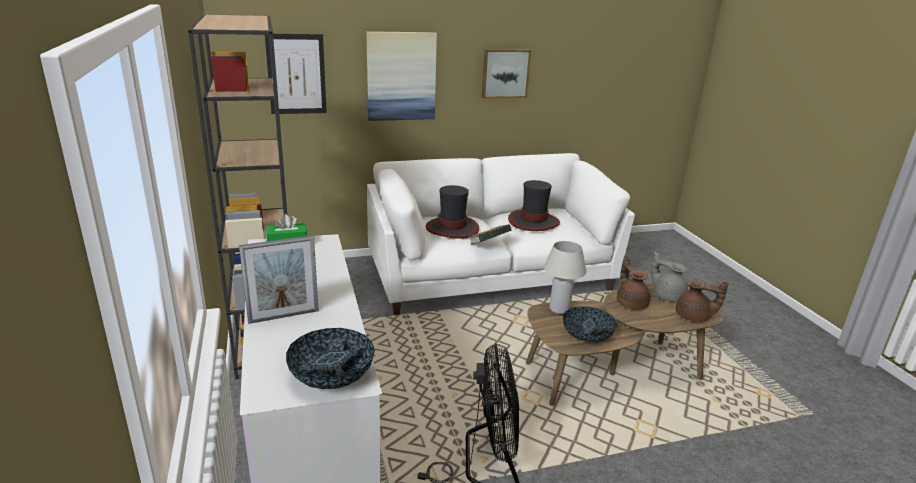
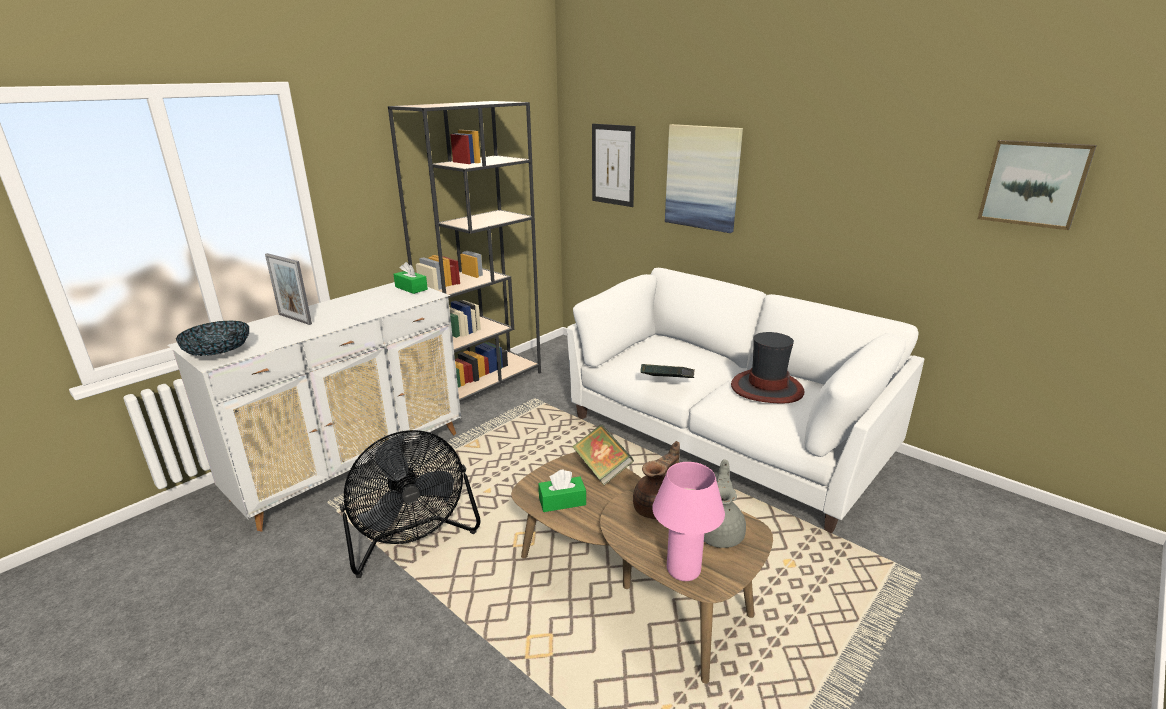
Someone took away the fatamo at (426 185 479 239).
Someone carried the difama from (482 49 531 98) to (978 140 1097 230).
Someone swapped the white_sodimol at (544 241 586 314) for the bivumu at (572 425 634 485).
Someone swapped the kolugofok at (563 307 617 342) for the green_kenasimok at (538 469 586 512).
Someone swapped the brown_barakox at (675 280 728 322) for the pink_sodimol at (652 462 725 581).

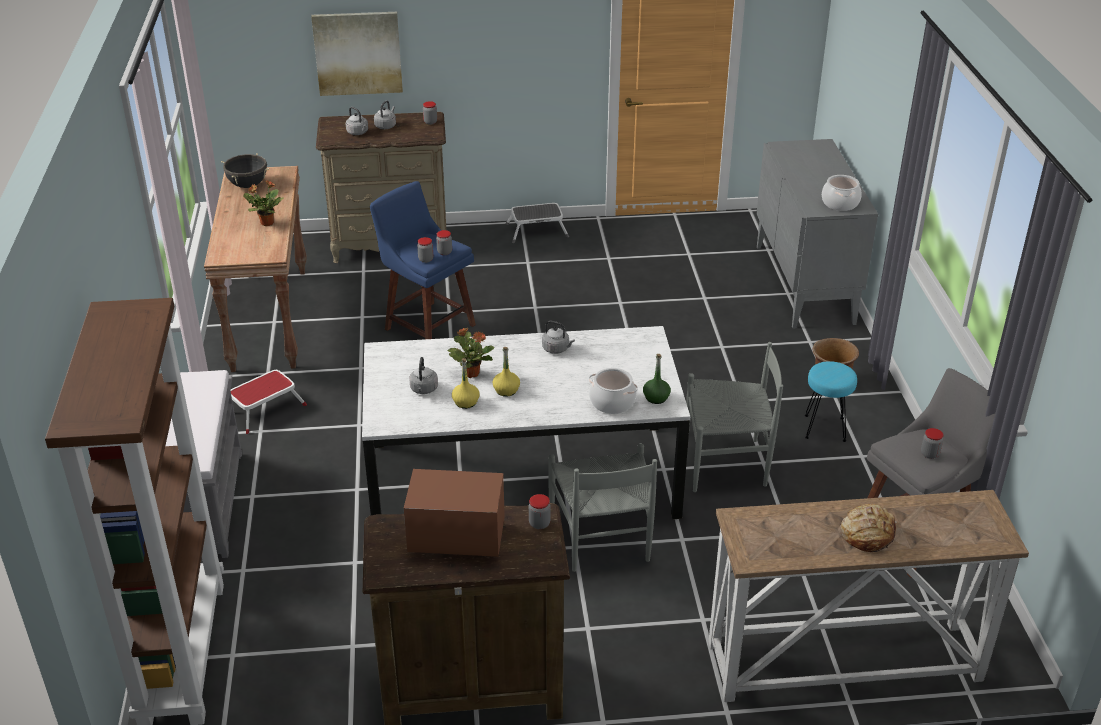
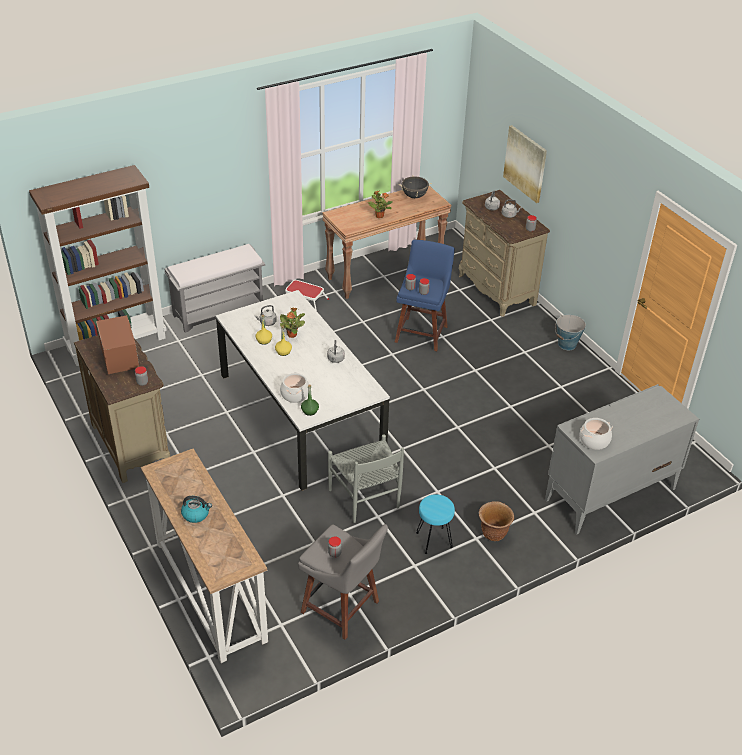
Someone swapped the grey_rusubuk at (505 203 569 243) for the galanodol at (555 314 586 350).
Someone took away the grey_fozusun at (548 444 657 572).
Someone swapped the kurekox at (840 504 897 552) for the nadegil at (181 496 212 523).

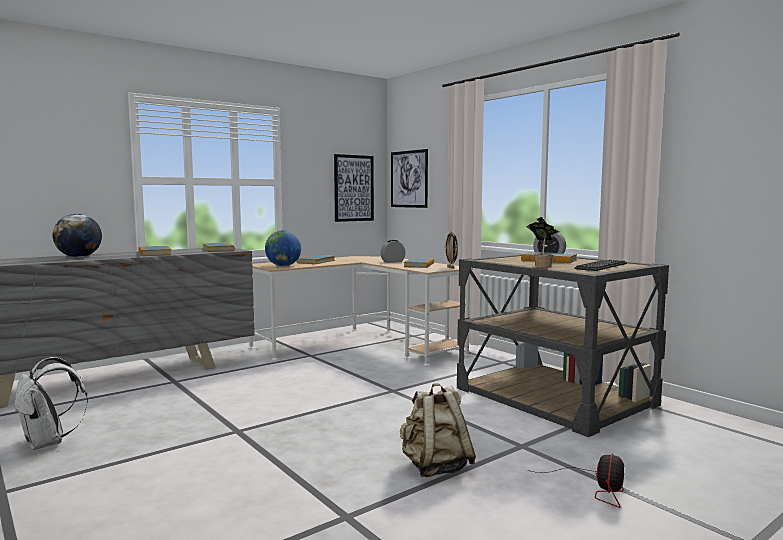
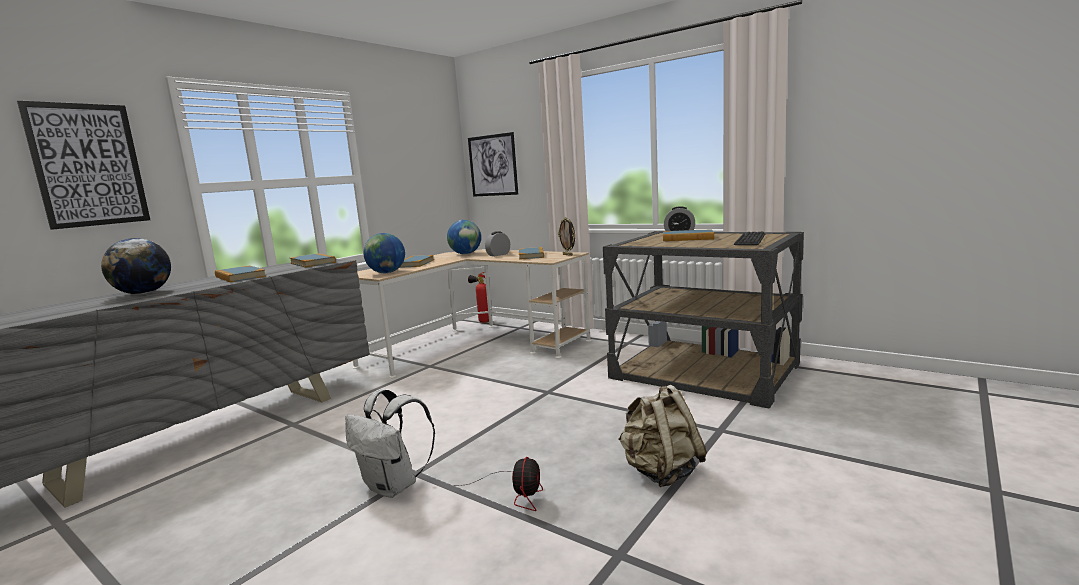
Someone carried the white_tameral from (15 357 88 450) to (345 389 435 498).
Someone carried the difama from (334 154 374 222) to (17 101 150 230).
Someone took away the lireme at (526 217 559 267).
Someone carried the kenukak from (528 454 624 508) to (457 457 543 511).
Someone put down the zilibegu at (447 220 481 254).
Someone put down the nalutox at (468 272 489 323).

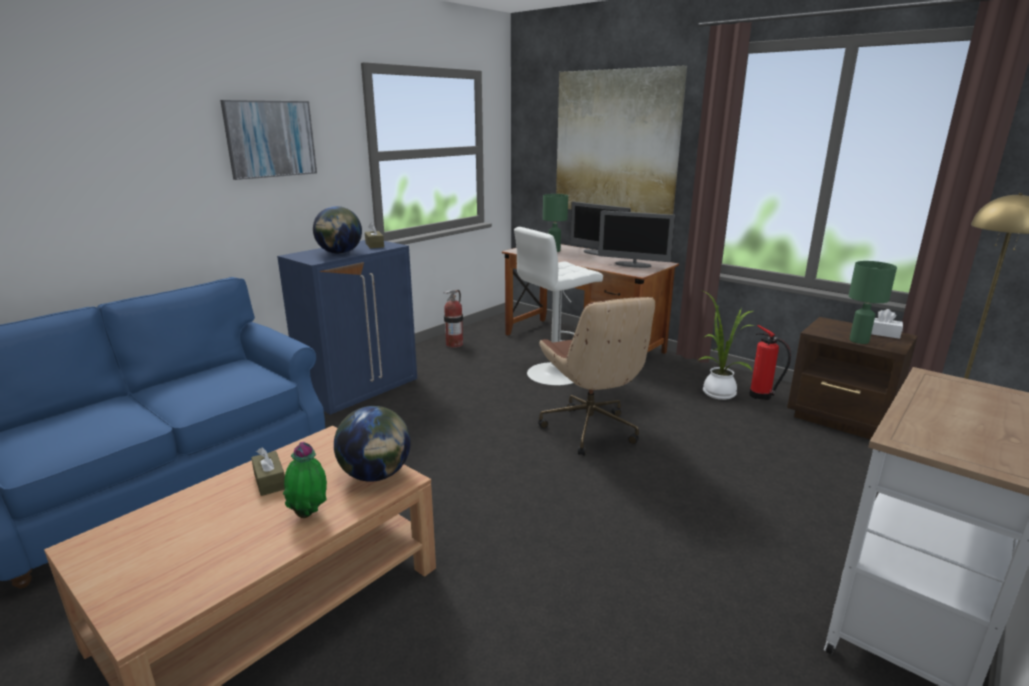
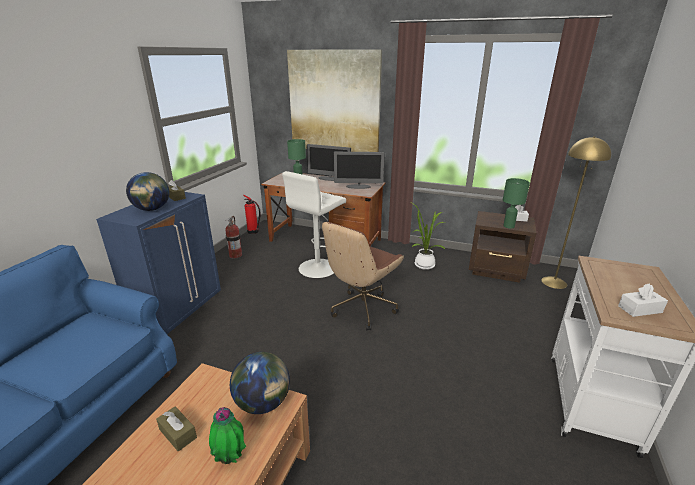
Someone took away the difama at (220 100 317 180).
Someone rotated the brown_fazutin at (538 297 655 456) by 75 degrees clockwise.
Someone carried the nalutox from (749 325 791 400) to (243 195 261 234).
Someone put down the white_kenasimok at (618 283 668 317).

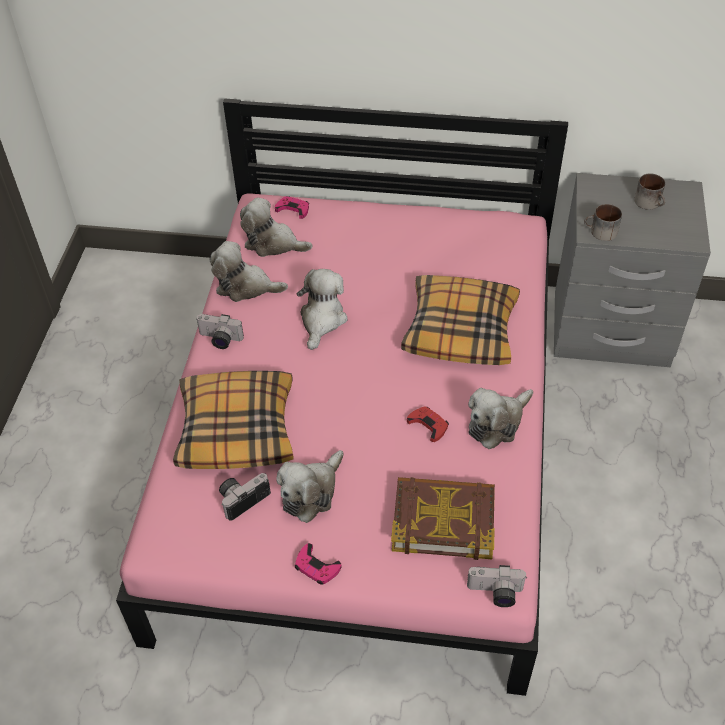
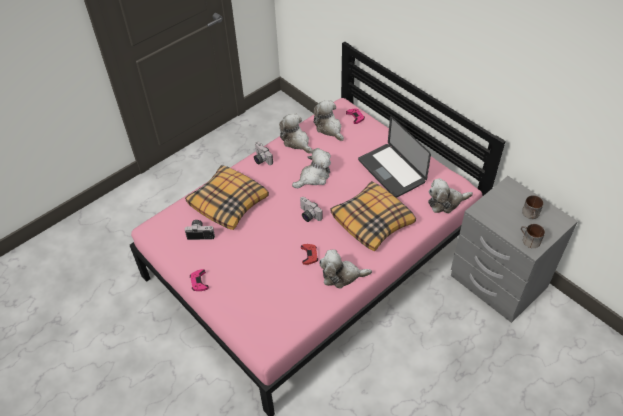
Someone carried the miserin from (276 450 344 523) to (428 178 473 213).
Someone took away the bivumu at (391 477 495 560).
Someone carried the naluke from (467 565 526 607) to (300 197 323 222).
Someone carried the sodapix from (584 204 622 241) to (521 224 545 248).
Someone put down the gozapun at (358 116 431 198).

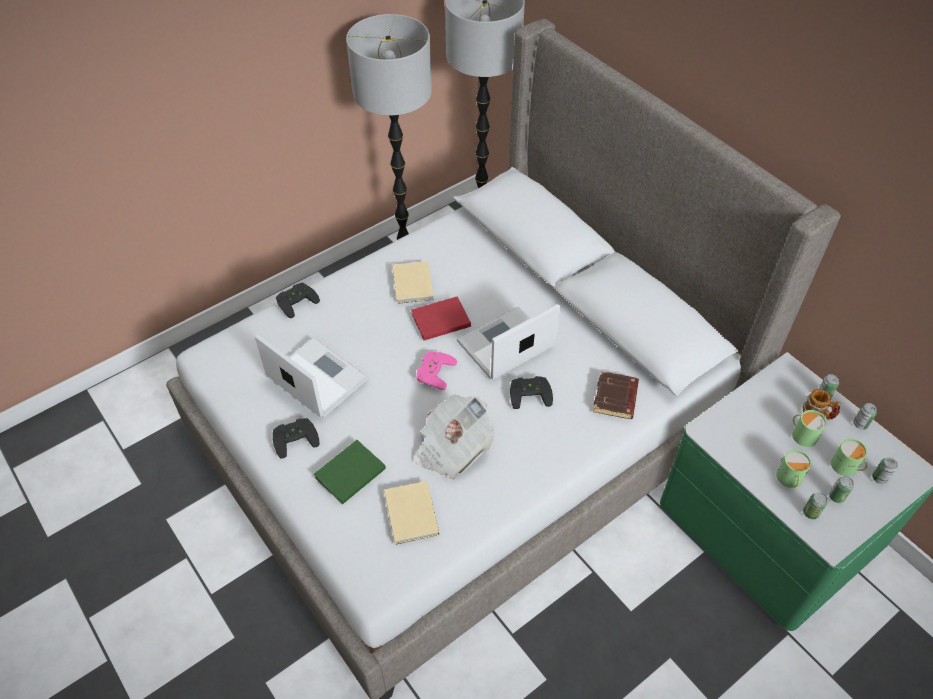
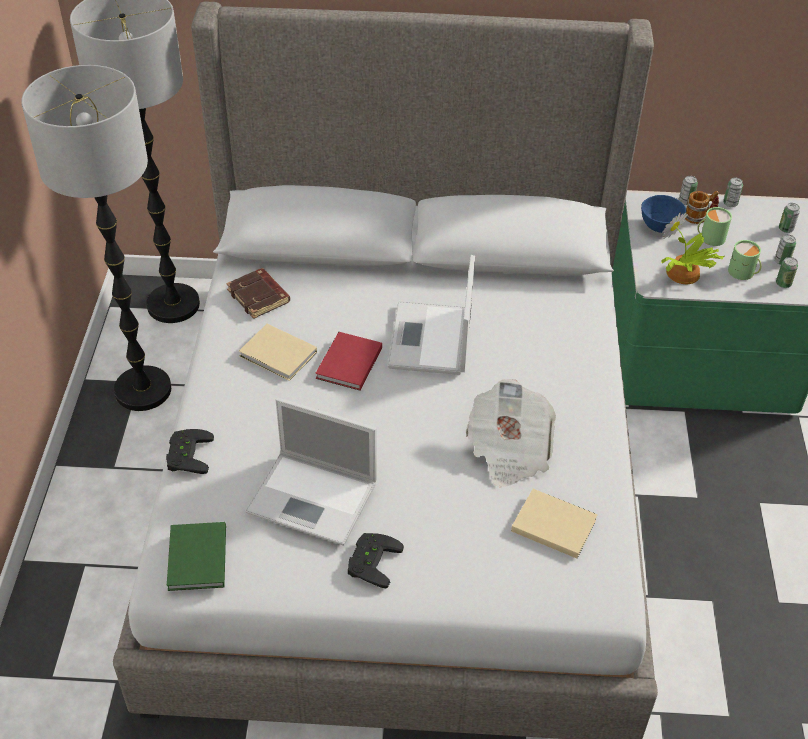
Someone rotated the gozapun at (255 334 368 418) by 150 degrees counterclockwise.
Someone carried the green_bivumu from (314 440 386 504) to (167 522 226 591).
Someone took away the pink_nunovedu at (416 352 457 390).
Someone took away the black_nunovedu at (510 376 553 409).
Someone carried the brown_bivumu from (593 371 639 419) to (226 268 290 319).
Someone took away the green_sodapix at (831 438 867 476).
Someone put down the blue_kolugofok at (641 195 686 233).
Someone put down the lireme at (661 212 724 284).

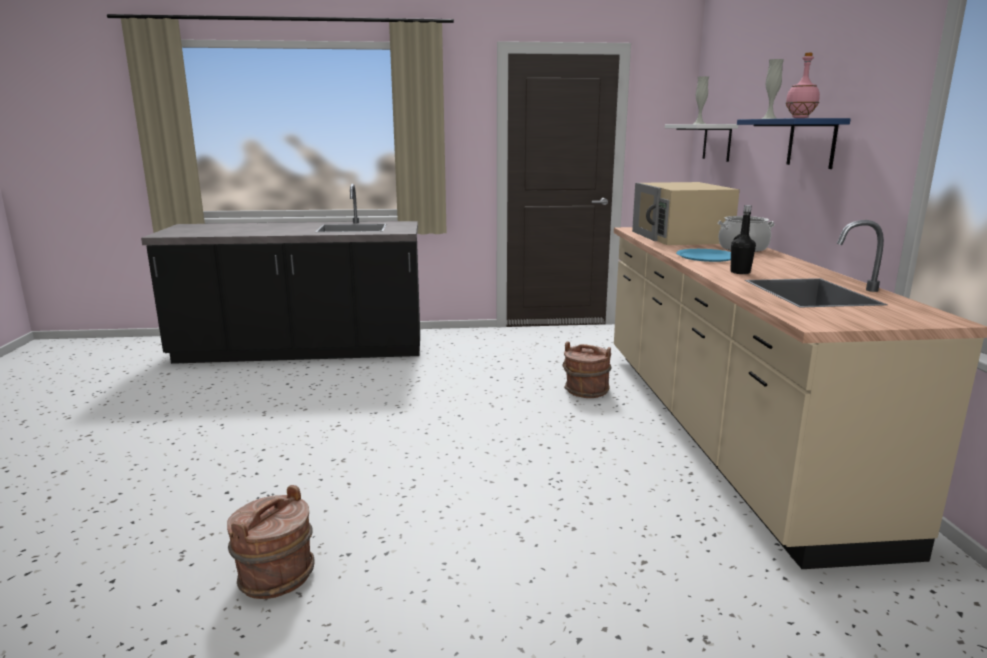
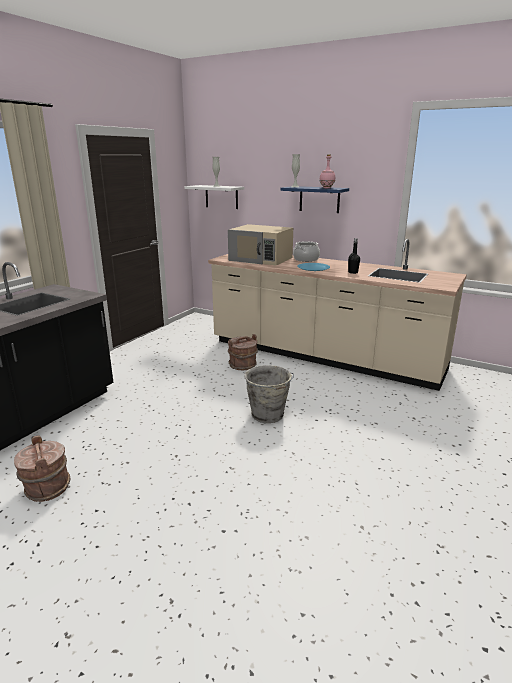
Someone carried the brown_galanodol from (227 485 315 599) to (14 435 70 502).
Someone put down the grey_galanodol at (245 365 294 423).

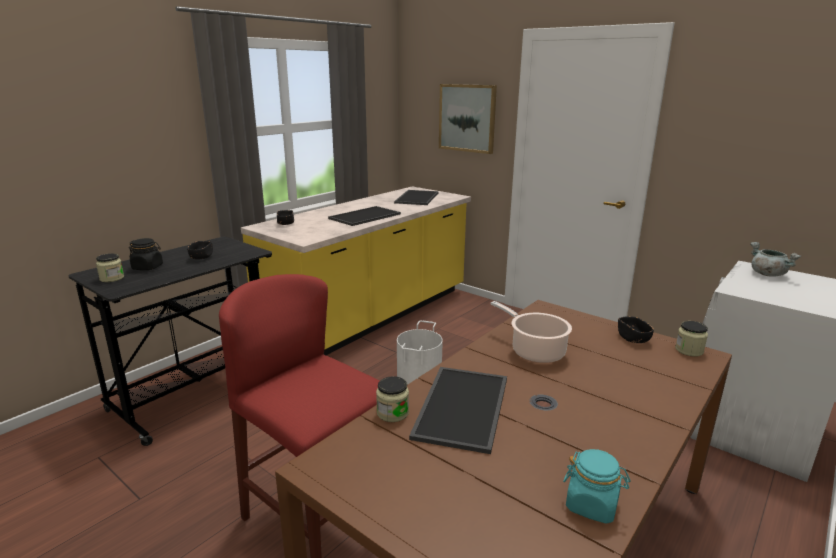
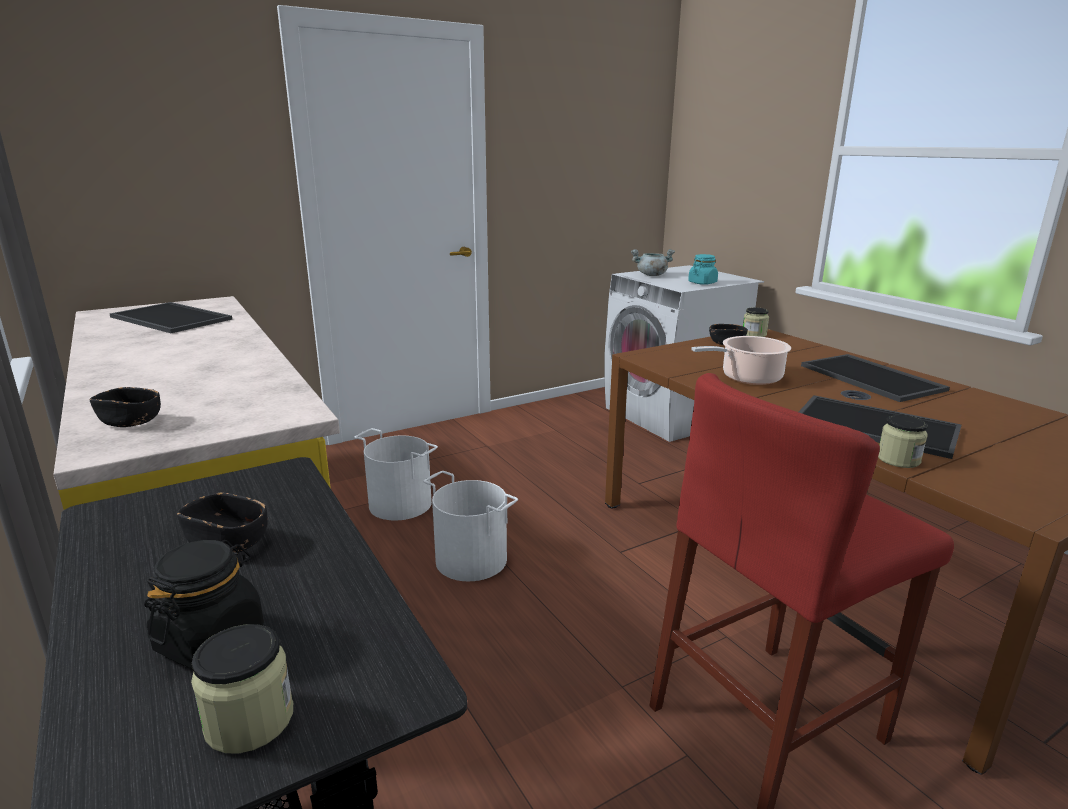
Someone carried the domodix from (328 206 401 226) to (801 354 950 402).
Someone took away the difama at (439 84 497 154).
Someone carried the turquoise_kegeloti from (563 449 631 524) to (688 254 718 285).
Someone put down the white_galanodol at (355 428 438 520).

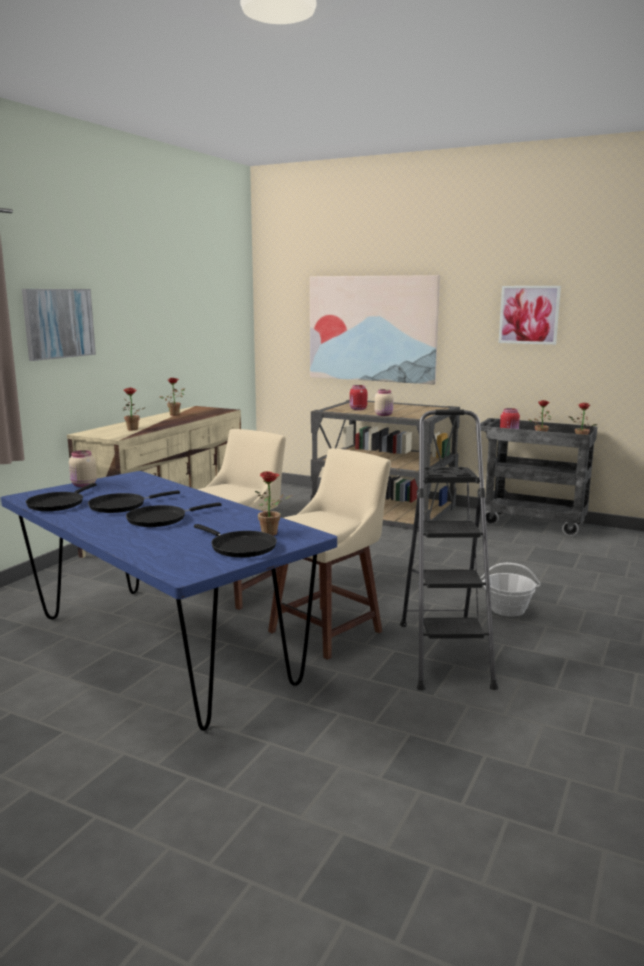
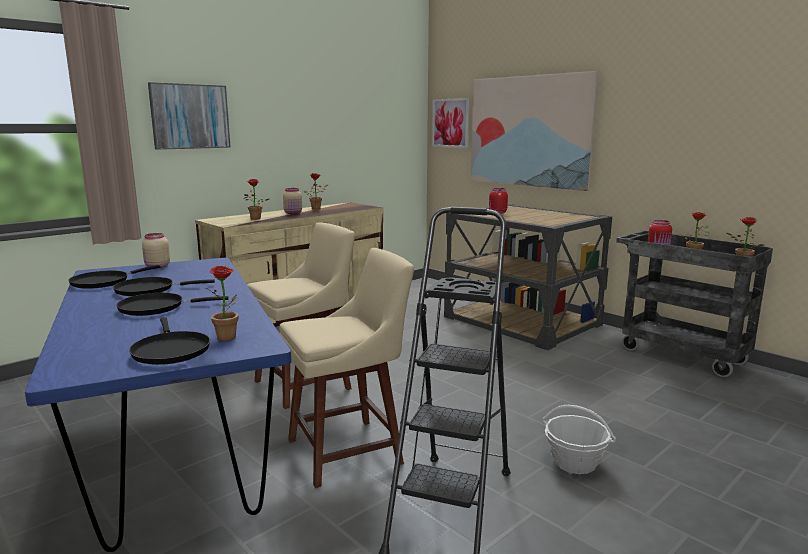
Someone carried the beige_kegeloti from (375 389 393 416) to (283 188 302 214).
Someone carried the difama from (499 286 561 345) to (432 98 469 148).

